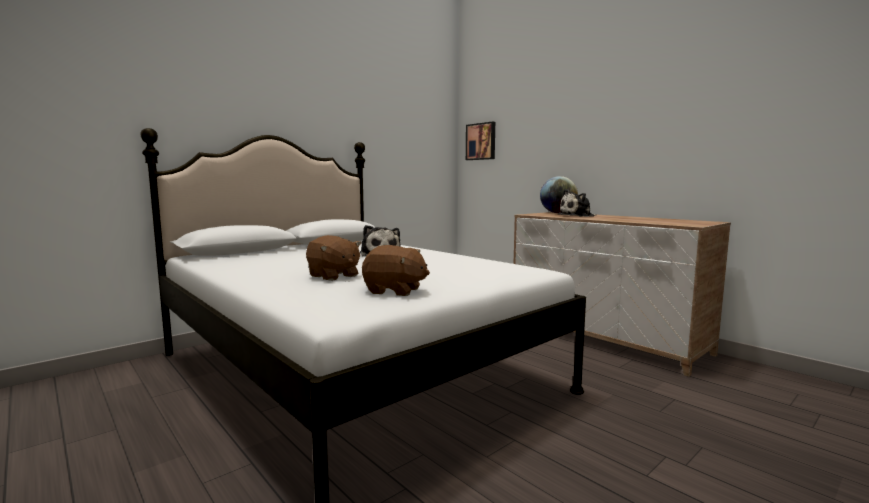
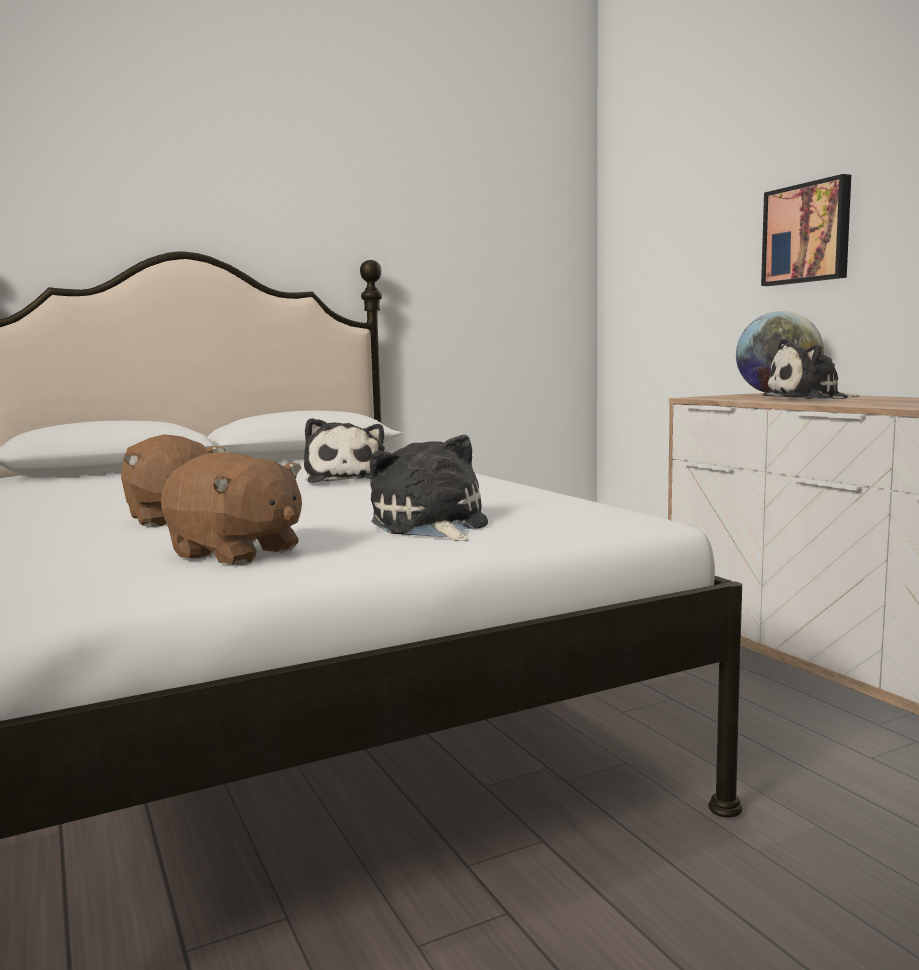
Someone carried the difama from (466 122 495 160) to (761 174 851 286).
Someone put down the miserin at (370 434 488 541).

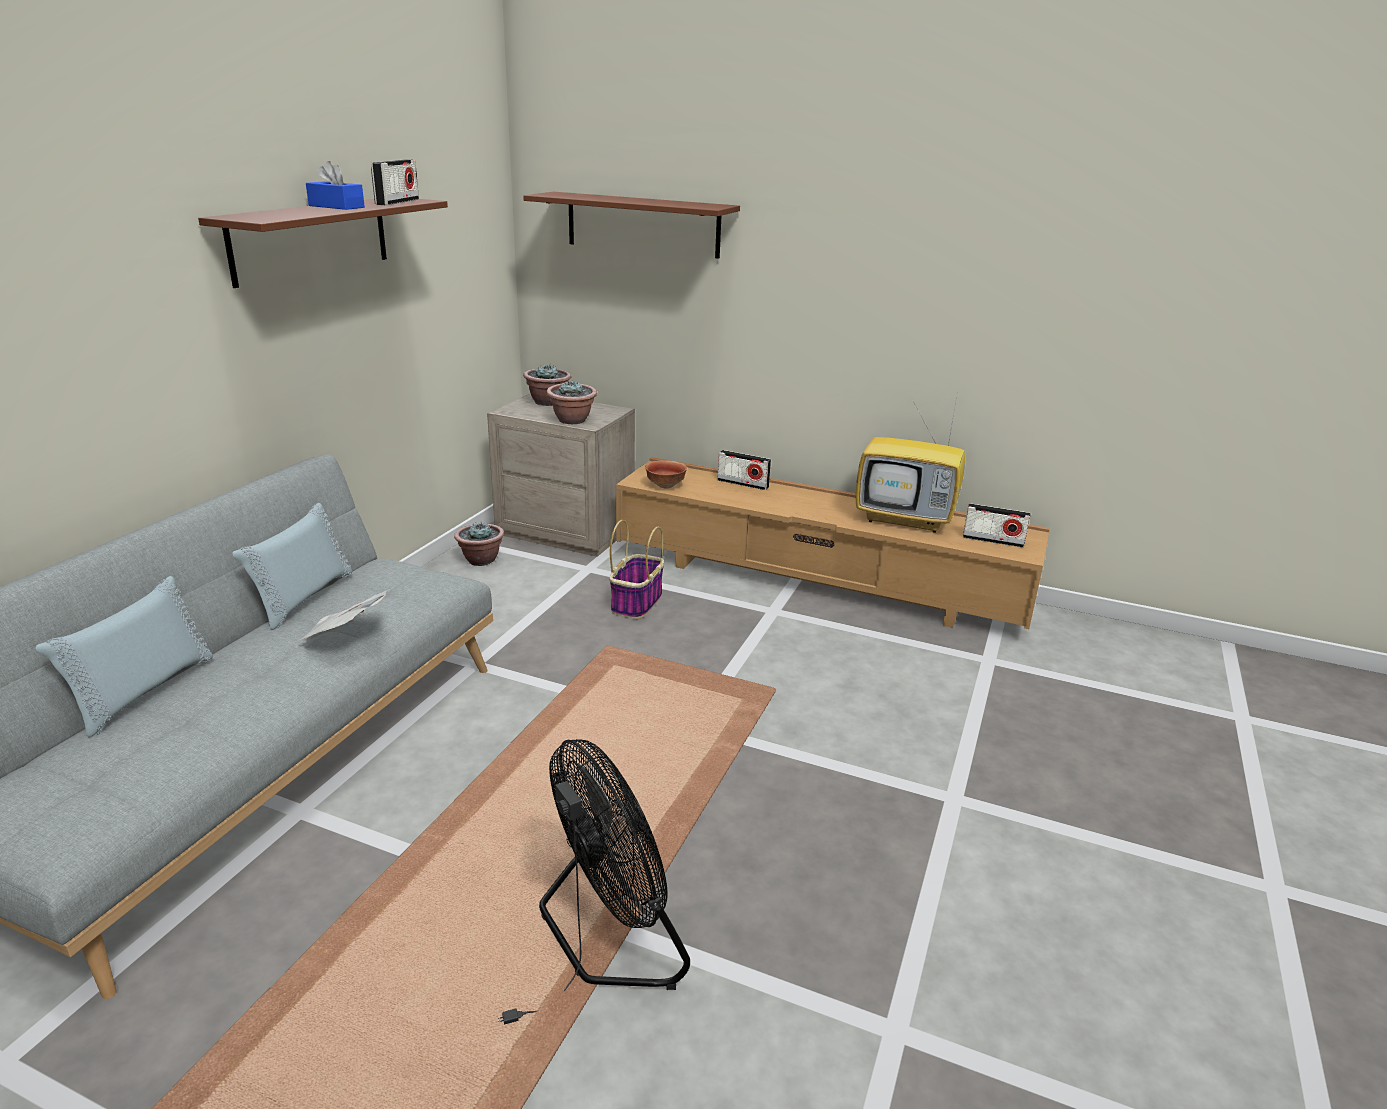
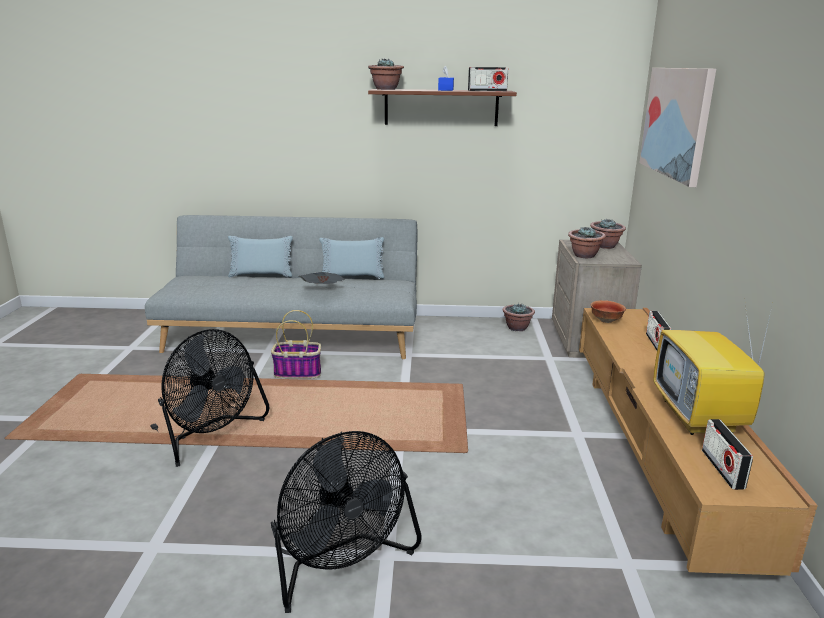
Someone swapped the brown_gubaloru at (523 192 740 259) for the difama at (639 68 716 187).
Someone carried the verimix from (609 520 664 619) to (271 310 321 378).
Someone put down the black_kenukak at (271 431 422 613).
Someone put down the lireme at (368 58 404 90).

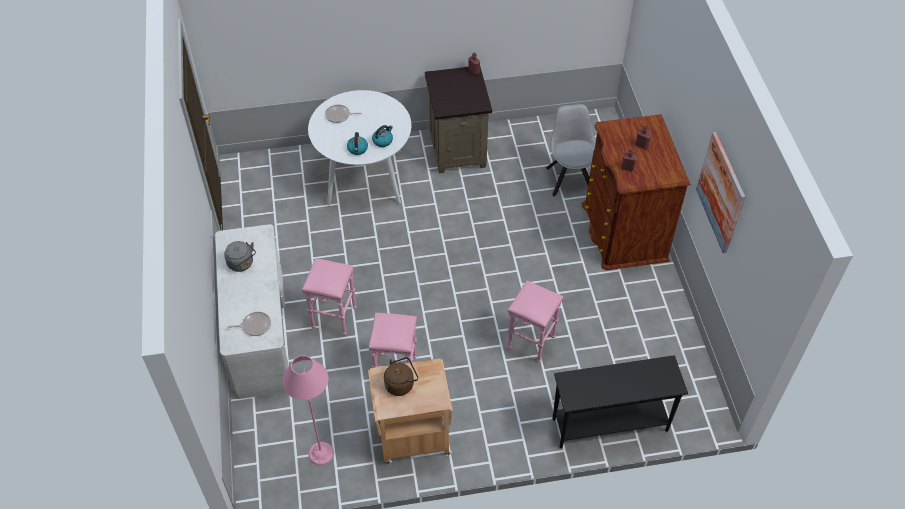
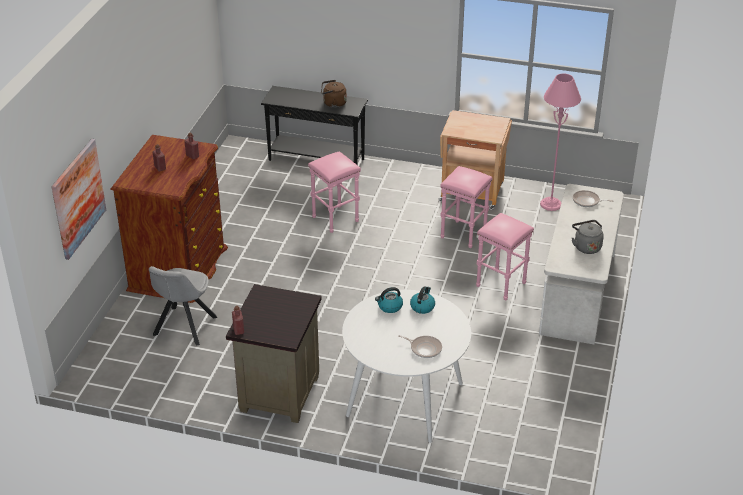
Someone carried the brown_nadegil from (384 357 418 396) to (321 80 347 108).
Someone carried the difama from (696 132 746 253) to (51 139 106 260).

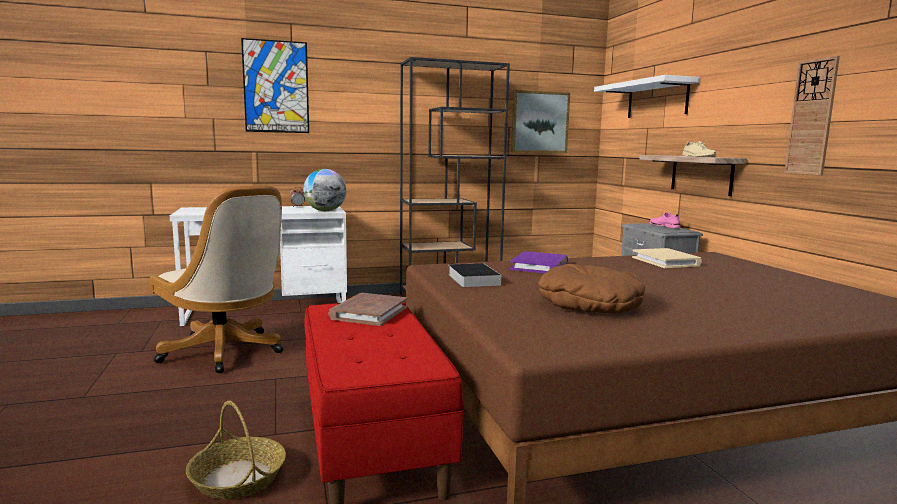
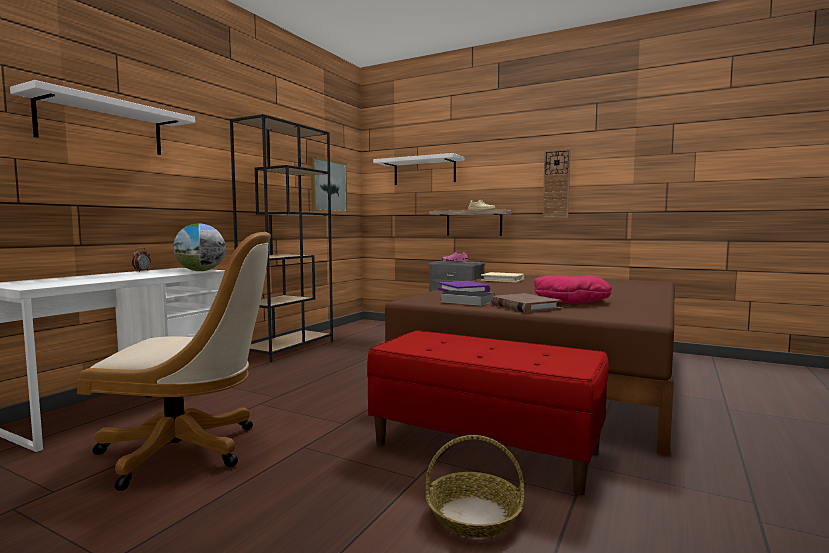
Someone swapped the difama at (241 38 309 133) for the white_gubaloru at (10 80 195 155).
Someone carried the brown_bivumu from (329 293 407 326) to (491 293 562 313).
Someone repainted the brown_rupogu at (538 264 645 313), which became the pink_rupogu at (534 275 612 304).

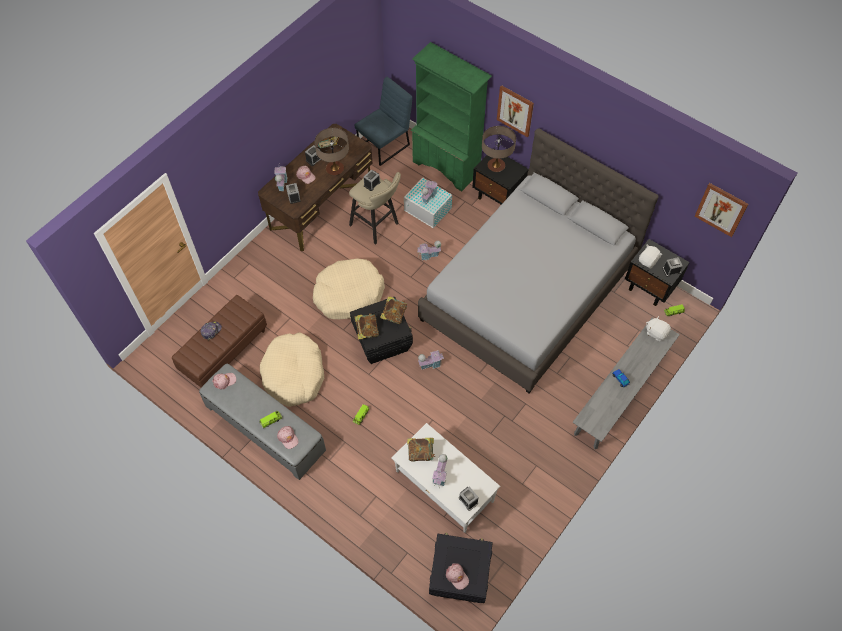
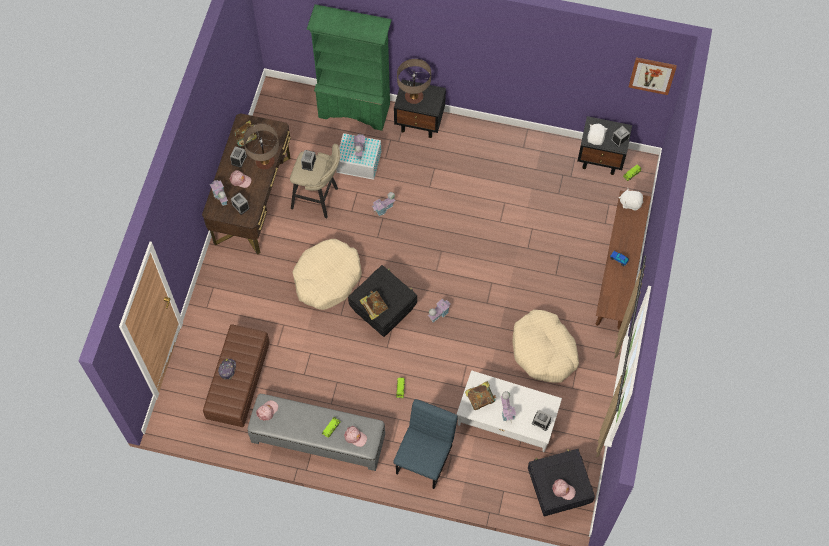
Someone carried the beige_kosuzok from (260 332 324 407) to (513 310 579 383).
Someone carried the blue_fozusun from (355 77 412 166) to (393 399 458 489).
Someone took away the bivumu at (380 296 407 324).
Someone took away the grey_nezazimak at (418 128 658 393).
Someone took away the difama at (497 85 534 137).
Someone repainted the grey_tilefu at (573 318 680 449), which became the brown_tilefu at (595 190 651 330).

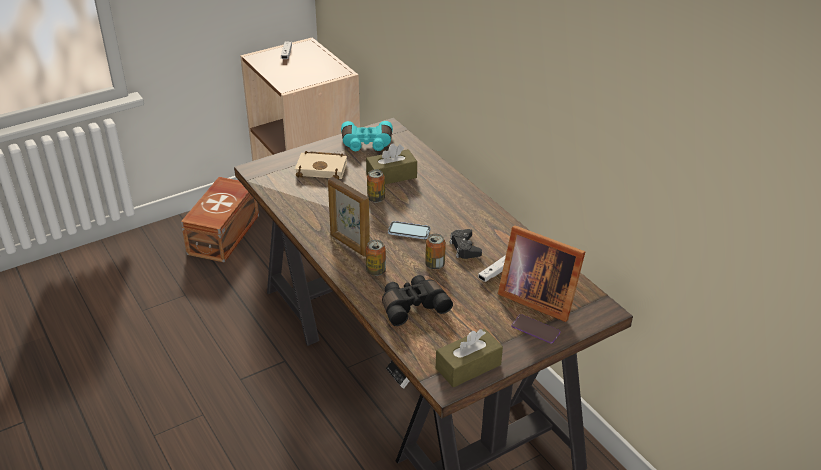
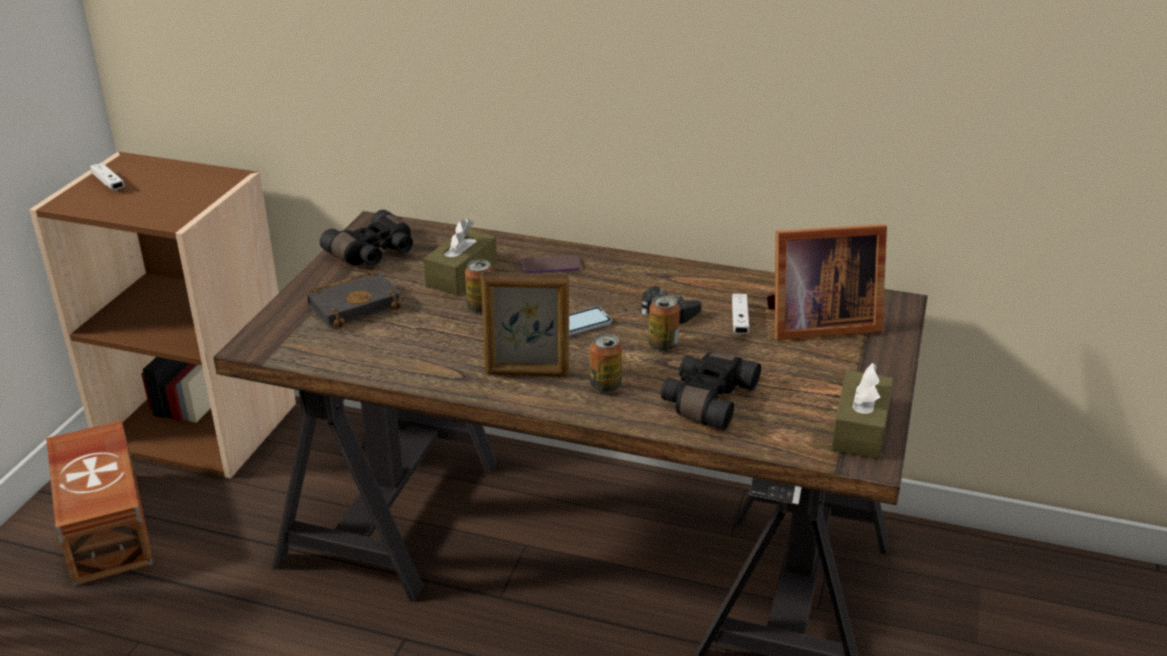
Someone repainted the beige_bivumu at (295 151 347 180), which became the black_bivumu at (307 271 402 329).
Someone repainted the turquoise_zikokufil at (341 121 393 151), which became the black_zikokufil at (320 210 413 266).
Someone carried the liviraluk from (511 314 561 344) to (521 255 581 273).

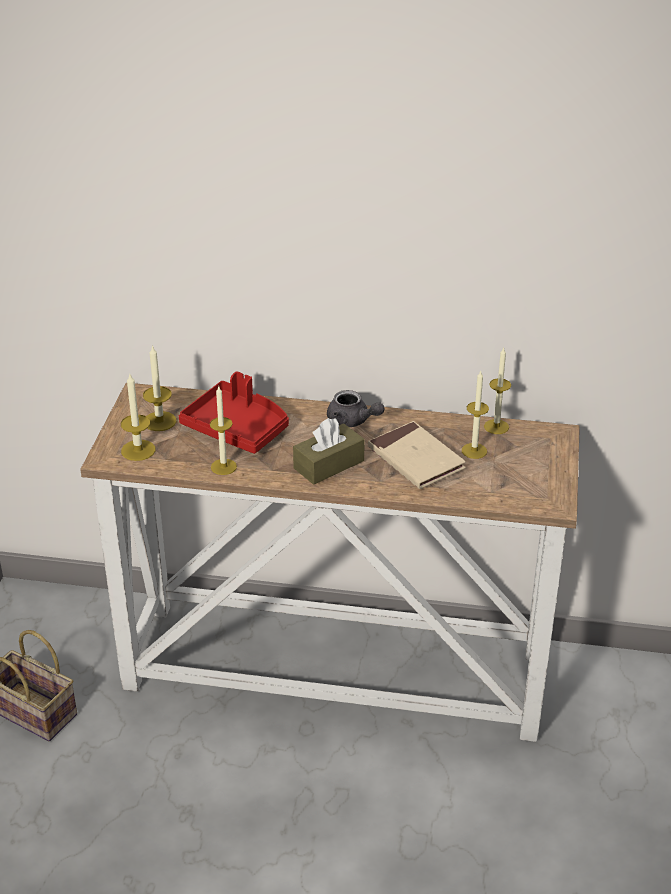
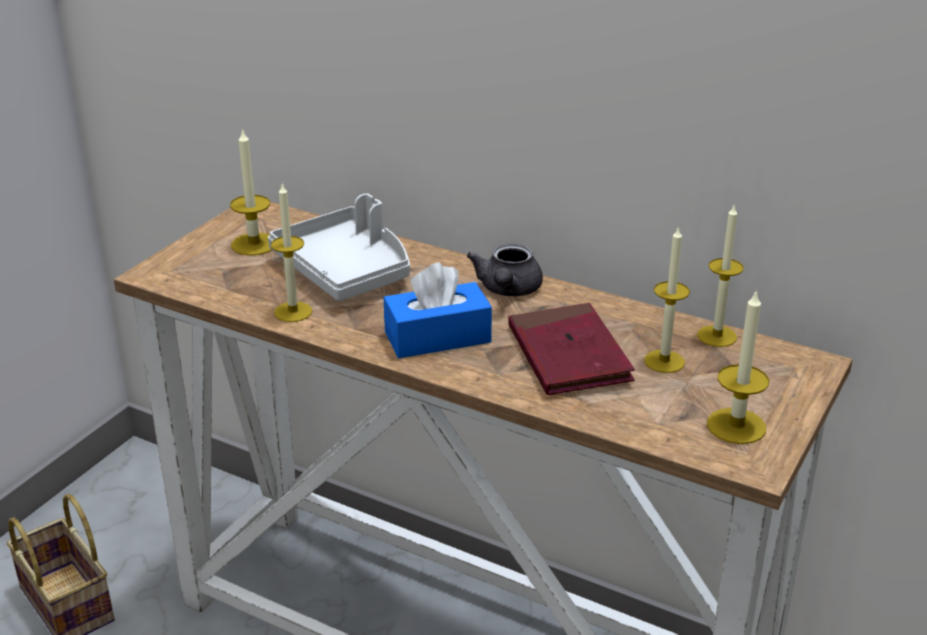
Someone carried the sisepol from (121 374 156 461) to (707 289 769 444).
Someone repainted the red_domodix at (179 372 289 454), which became the grey_domodix at (268 193 410 301).
Someone repainted the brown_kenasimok at (293 418 365 485), which became the blue_kenasimok at (384 263 492 358).
Someone rotated the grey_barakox at (327 390 385 427) by 45 degrees clockwise.
Someone repainted the beige_bivumu at (368 421 466 489), which became the red_bivumu at (508 303 635 395).

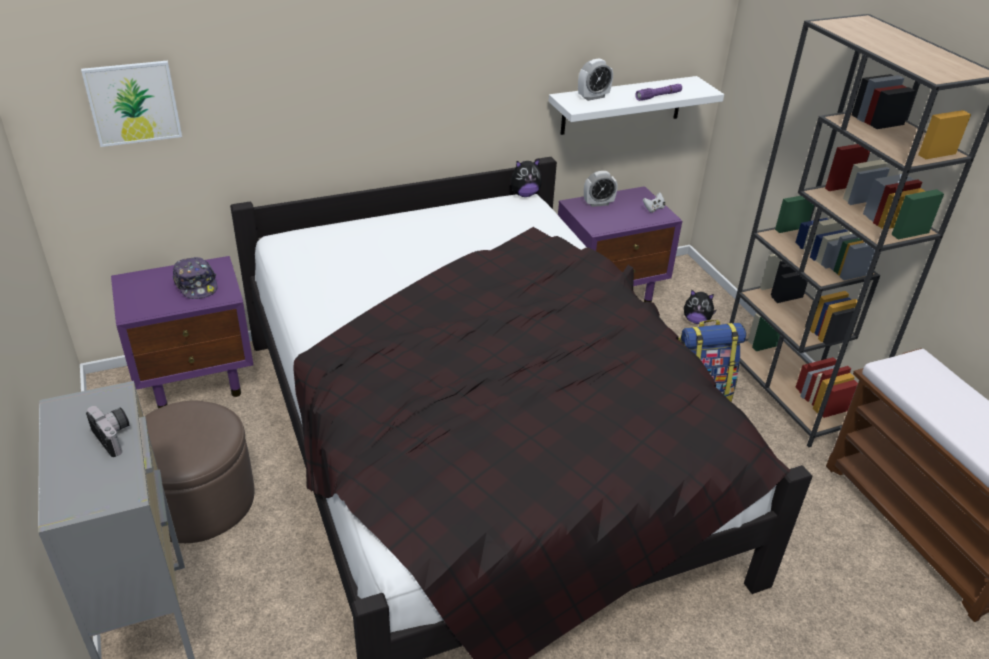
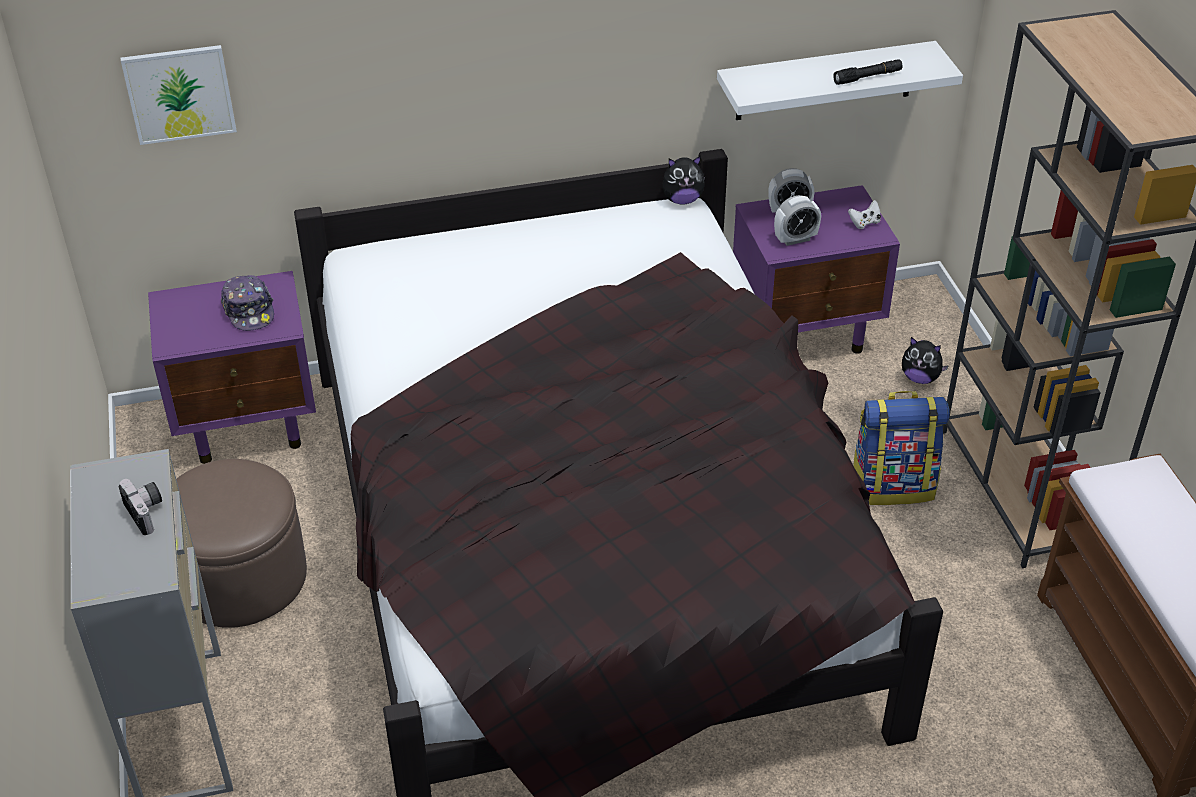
Someone carried the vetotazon from (578 58 613 101) to (774 195 821 246).
Someone repainted the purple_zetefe at (635 84 682 101), which became the black_zetefe at (833 59 903 85).

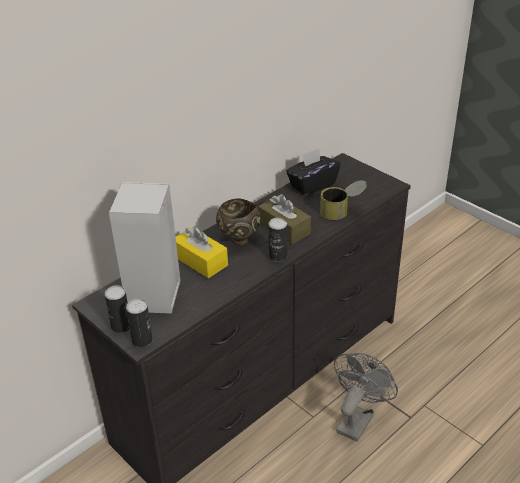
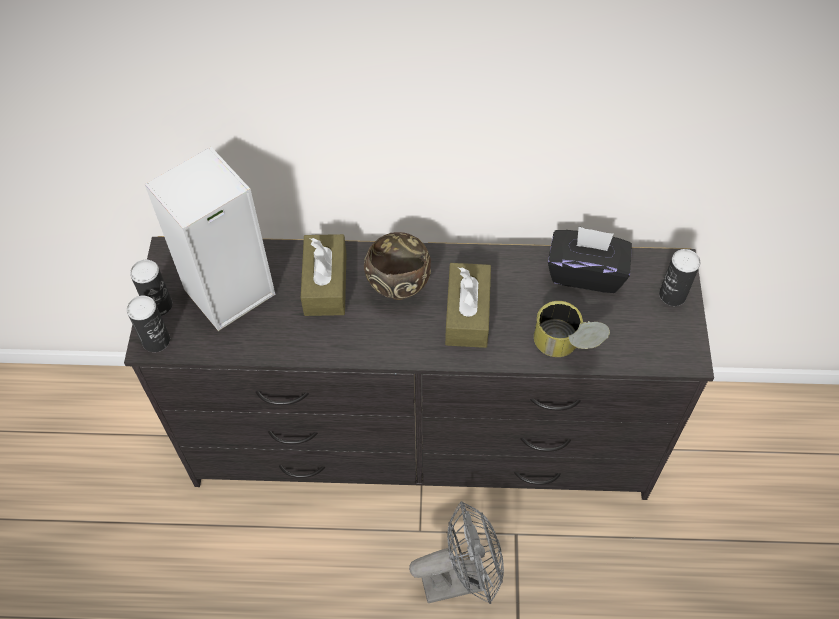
Someone repainted the yellow_kenasimok at (176 226 228 278), which became the brown_kenasimok at (301 234 347 316).
Someone carried the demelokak from (268 218 287 262) to (659 249 700 306).

